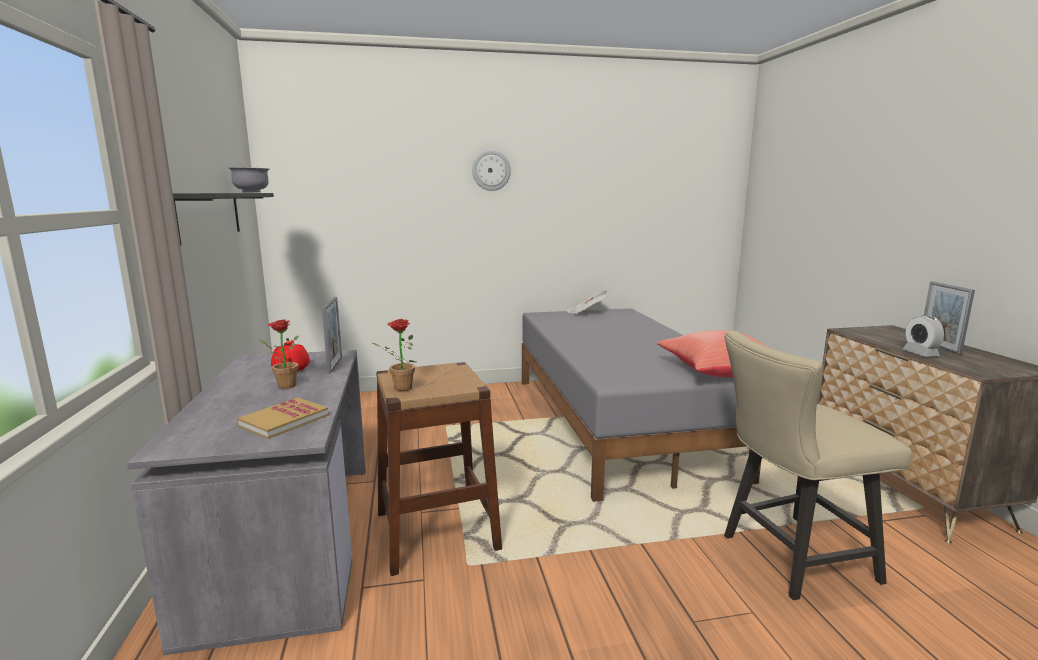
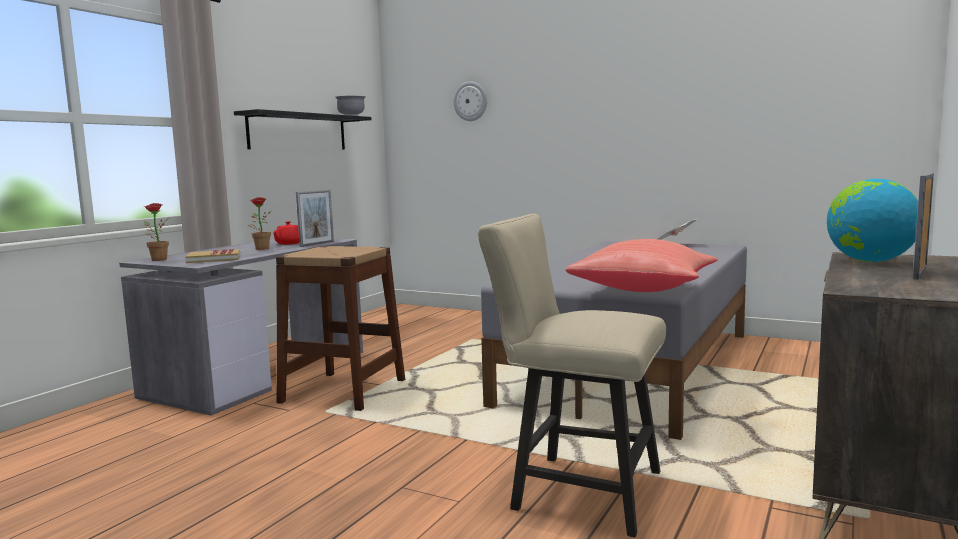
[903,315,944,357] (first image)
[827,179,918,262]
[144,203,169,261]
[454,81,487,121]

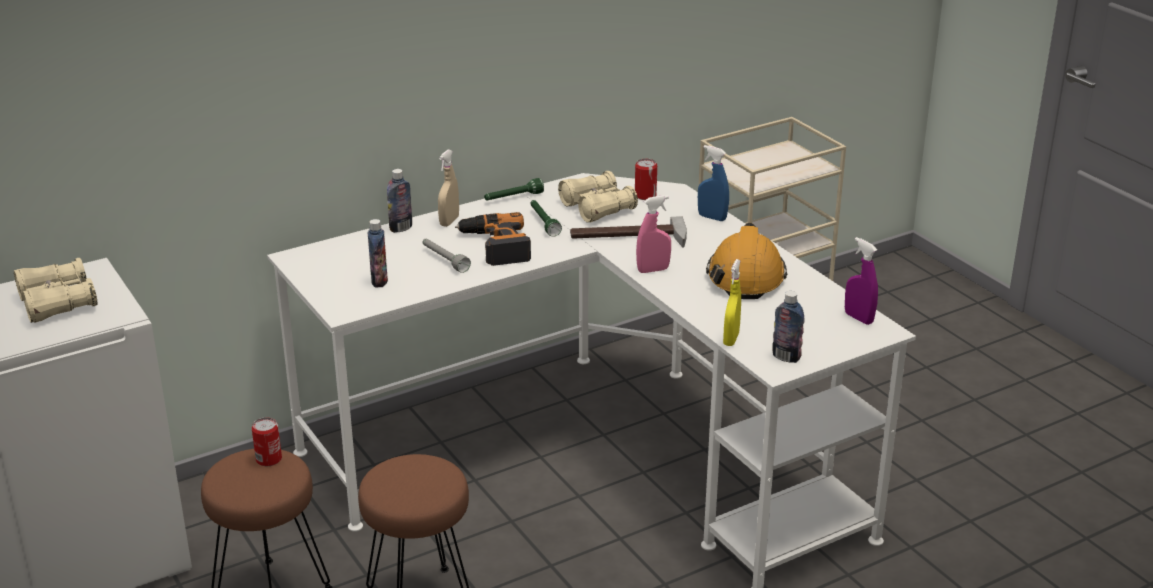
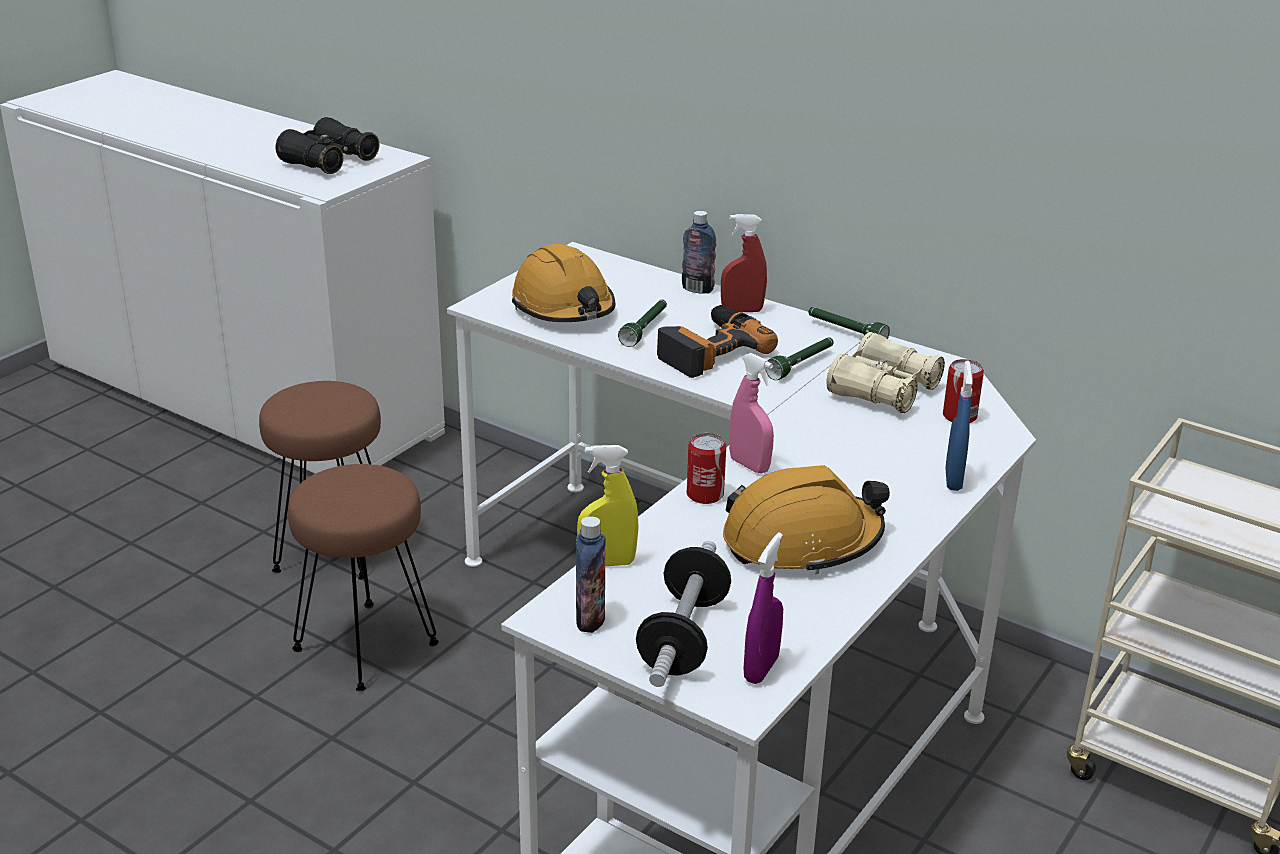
[570,216,687,247] (first image)
[636,541,731,687]
[687,433,726,504]
[512,244,616,322]
[276,117,379,174]
[618,300,667,347]
[721,214,767,312]

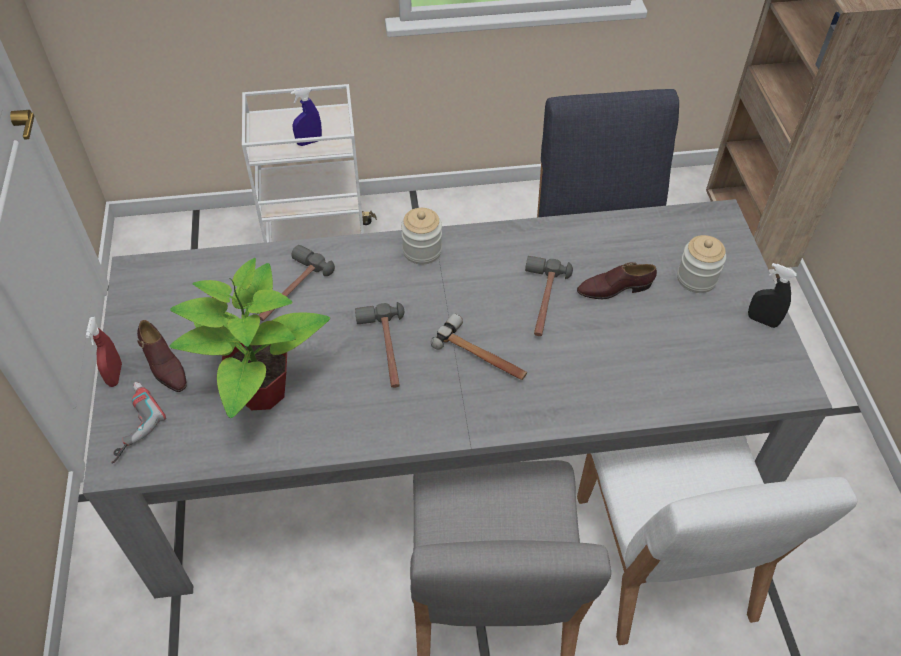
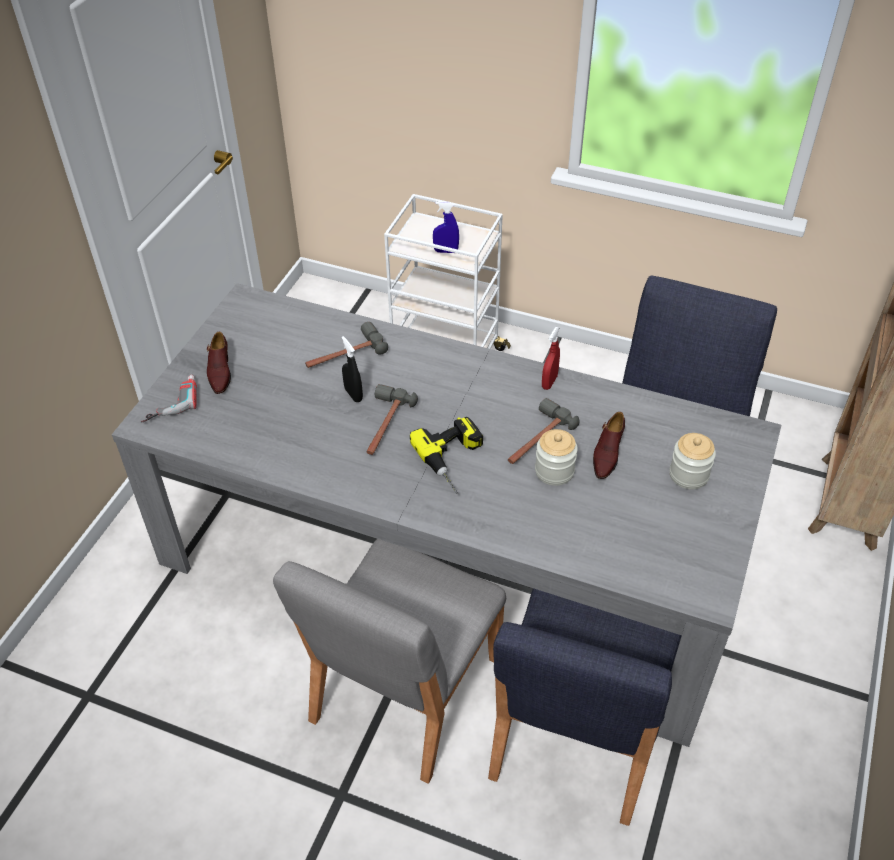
[169,258,330,418] (first image)
[542,327,560,390]
[535,429,578,486]
[342,336,363,402]
[410,417,483,494]
[488,588,682,826]
[593,412,625,479]

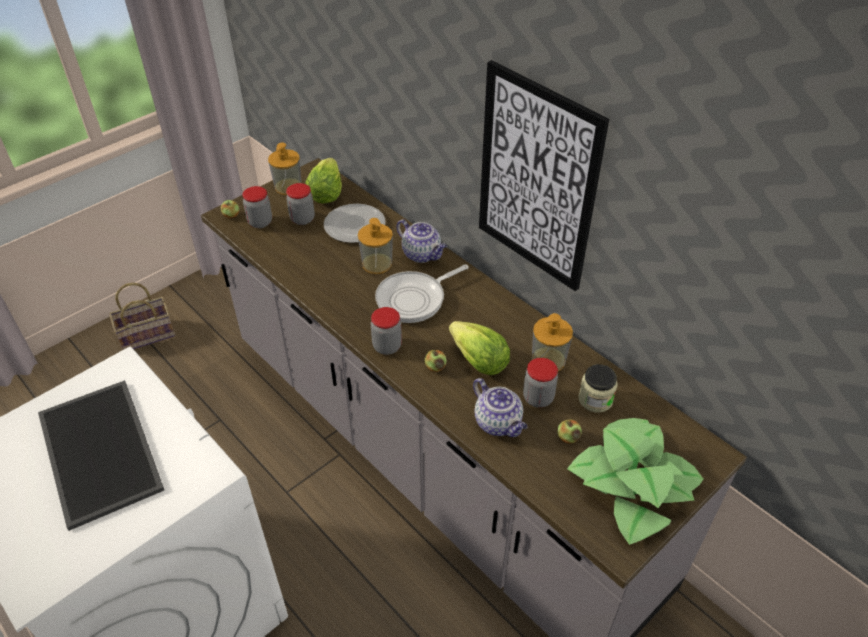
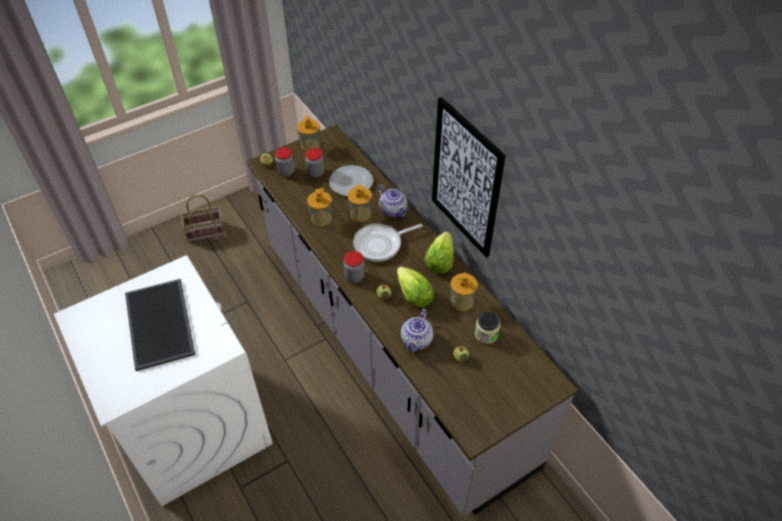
[523,358,558,408] (first image)
[567,418,703,545] (first image)
[307,188,332,227]
[424,232,454,273]
[401,309,433,353]

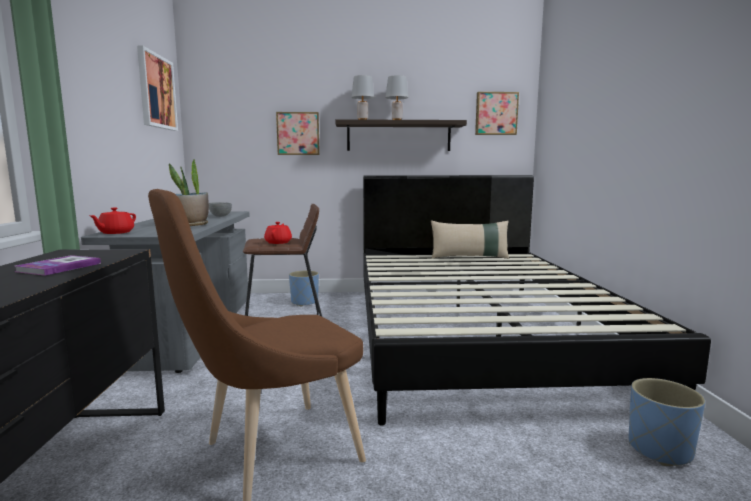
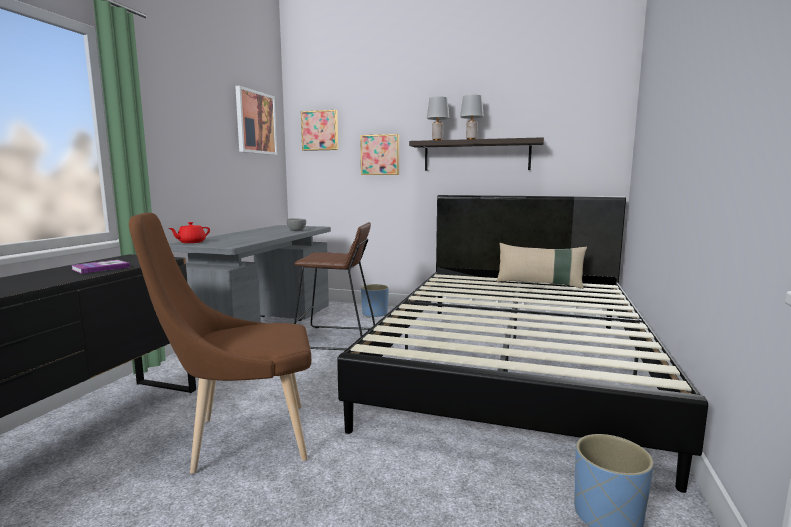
[169,158,209,226] (first image)
[264,222,292,244] (first image)
[301,110,338,151]

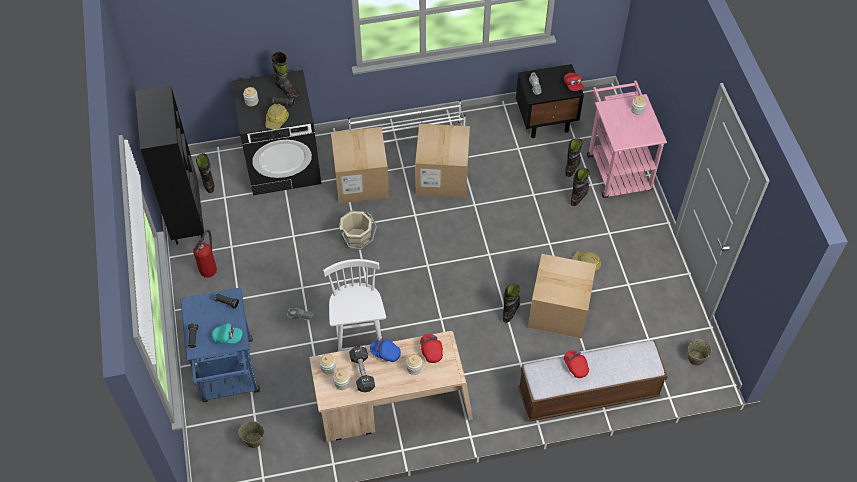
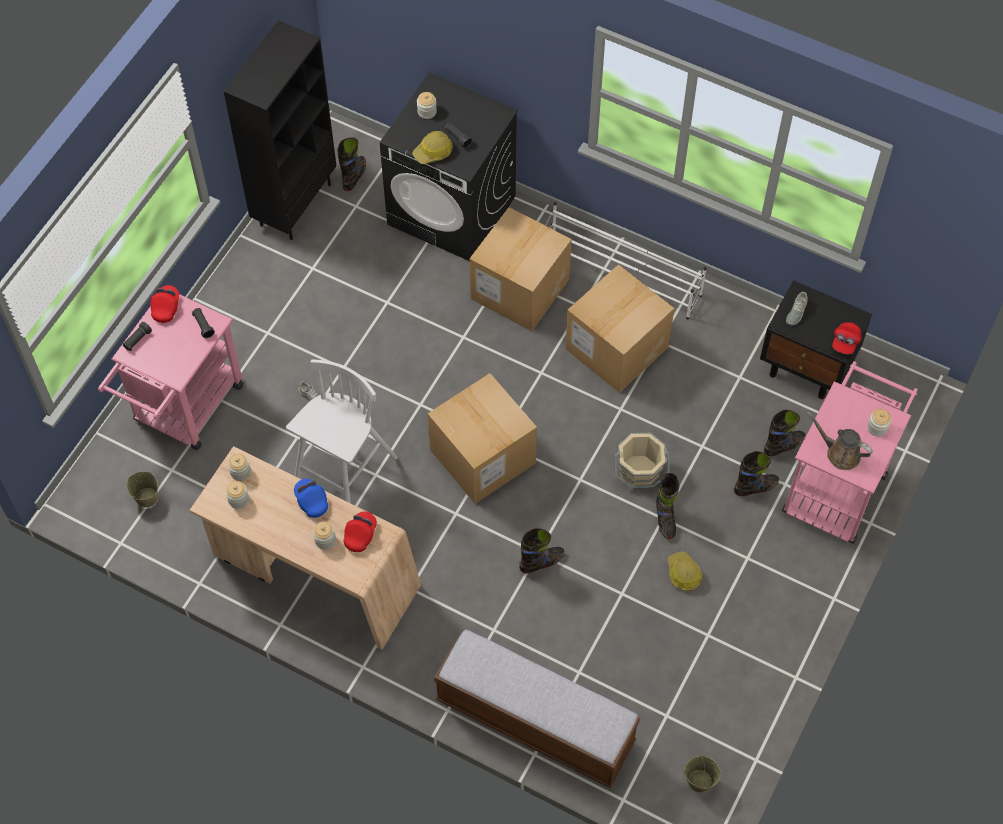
[193,230,217,278] (first image)
[212,323,242,344] (first image)
[349,346,375,392] (first image)
[807,411,873,470]
[656,473,680,539]
[615,433,670,488]
[427,373,537,504]
[150,285,179,323]
[98,294,243,450]

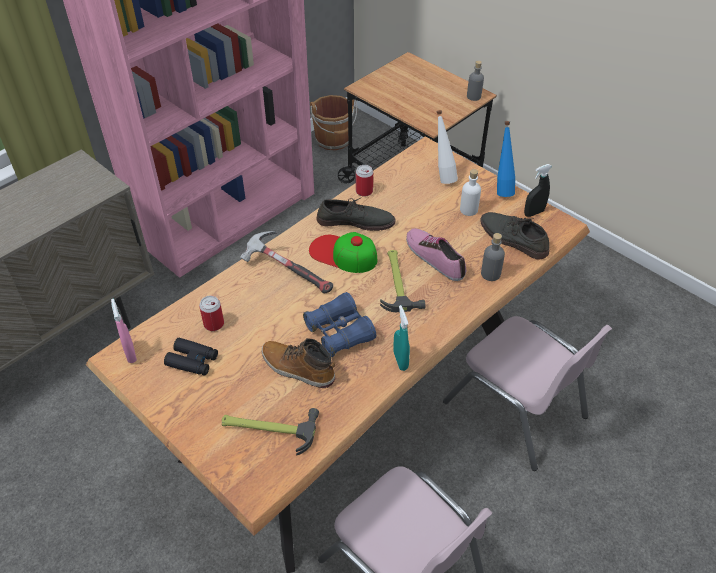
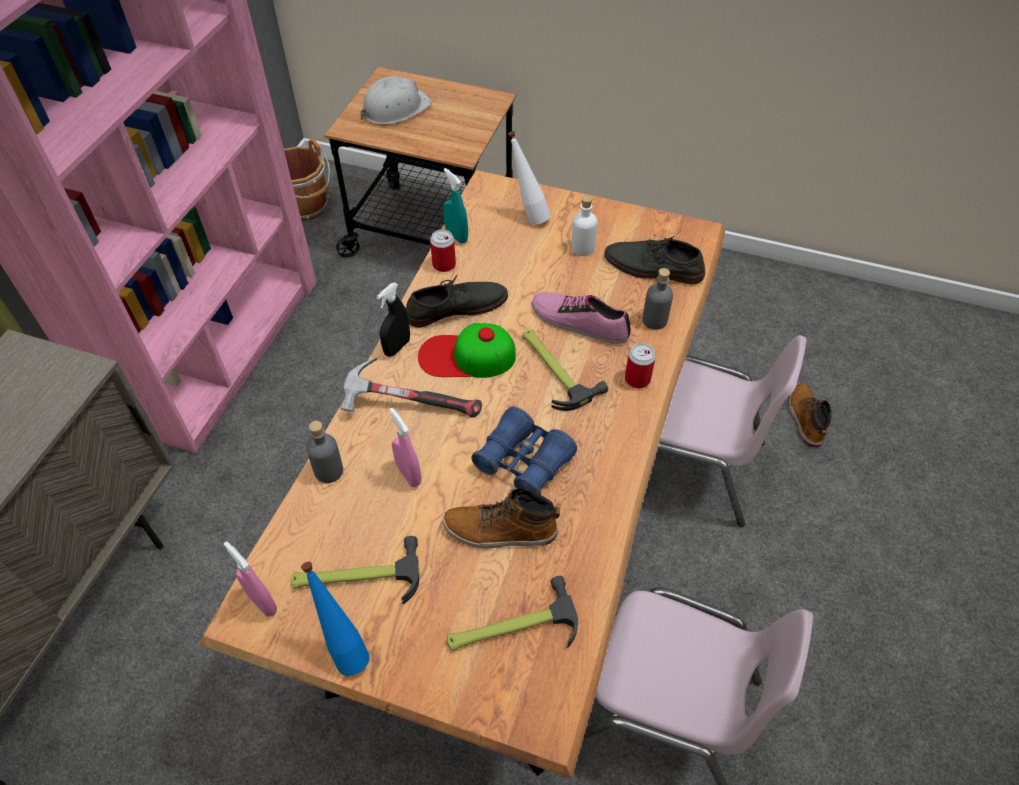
[361,76,432,125]
[389,407,422,487]
[789,383,832,447]
[625,343,656,388]
[443,168,468,244]
[306,421,343,483]
[301,562,370,676]
[377,282,410,357]
[290,536,419,604]

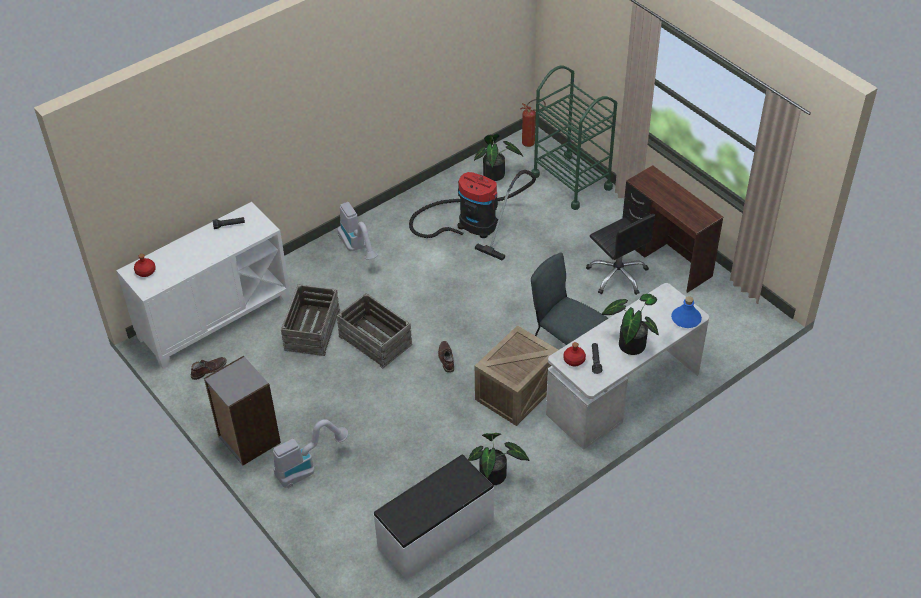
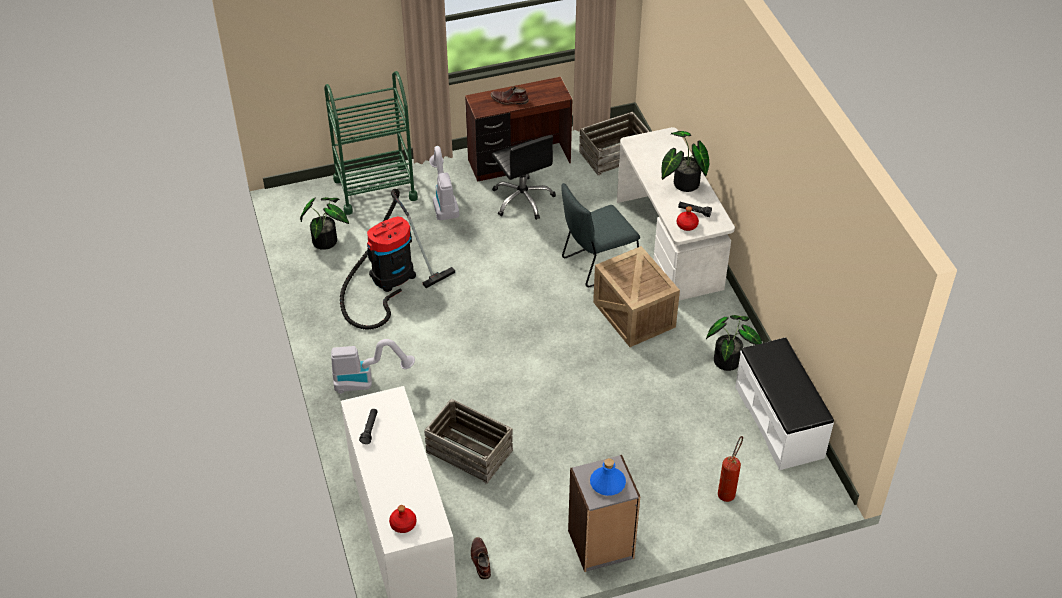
[429,146,459,220]
[579,112,650,175]
[491,86,529,105]
[718,436,743,502]
[590,458,626,496]
[492,135,556,220]

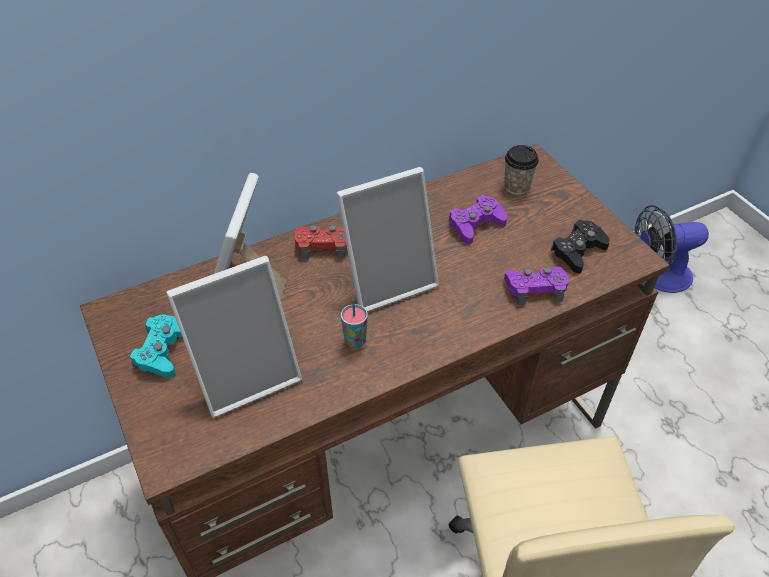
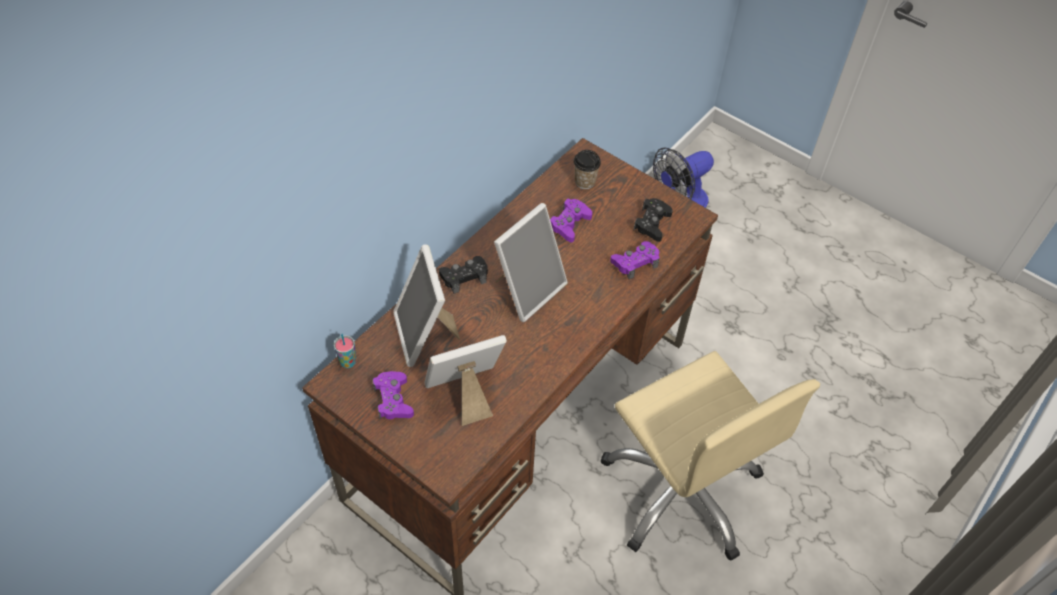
[334,334,356,368]
[372,371,414,419]
[439,256,488,294]
[425,335,507,426]

